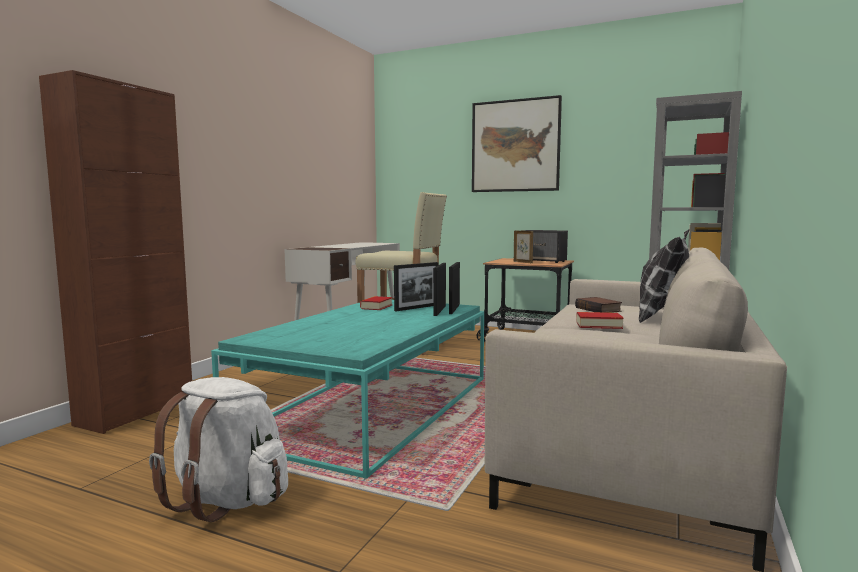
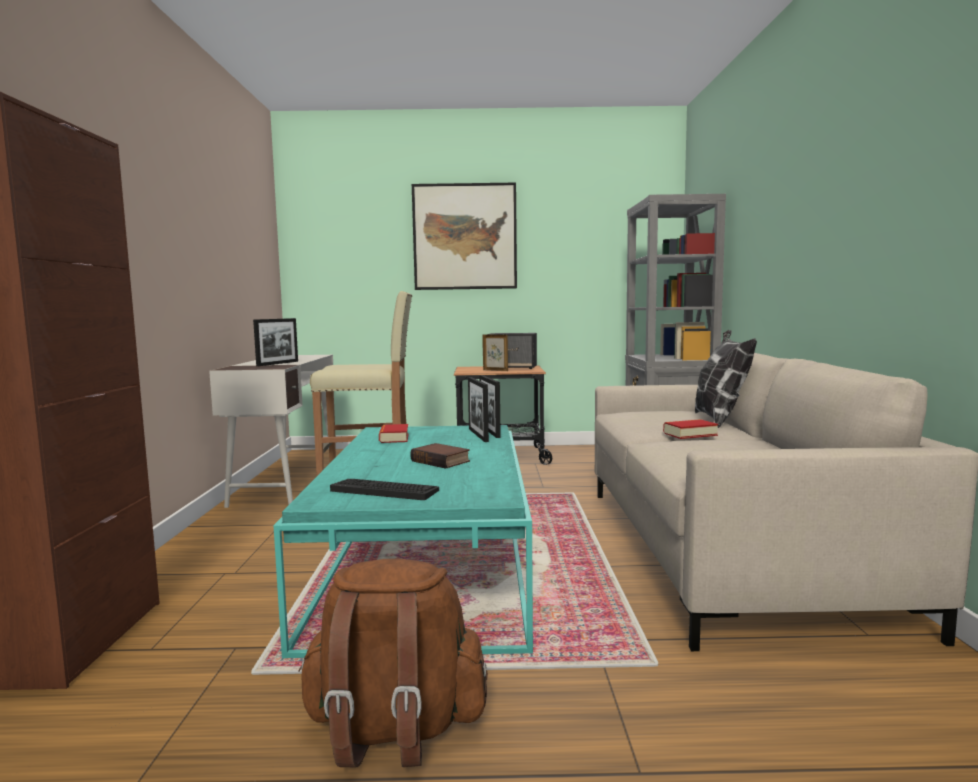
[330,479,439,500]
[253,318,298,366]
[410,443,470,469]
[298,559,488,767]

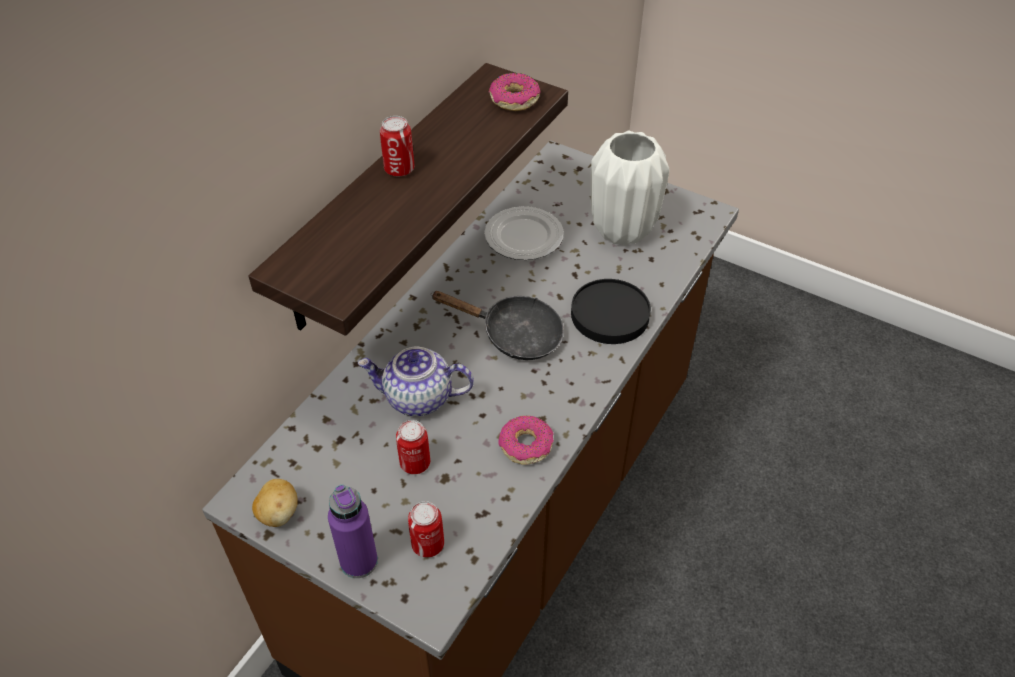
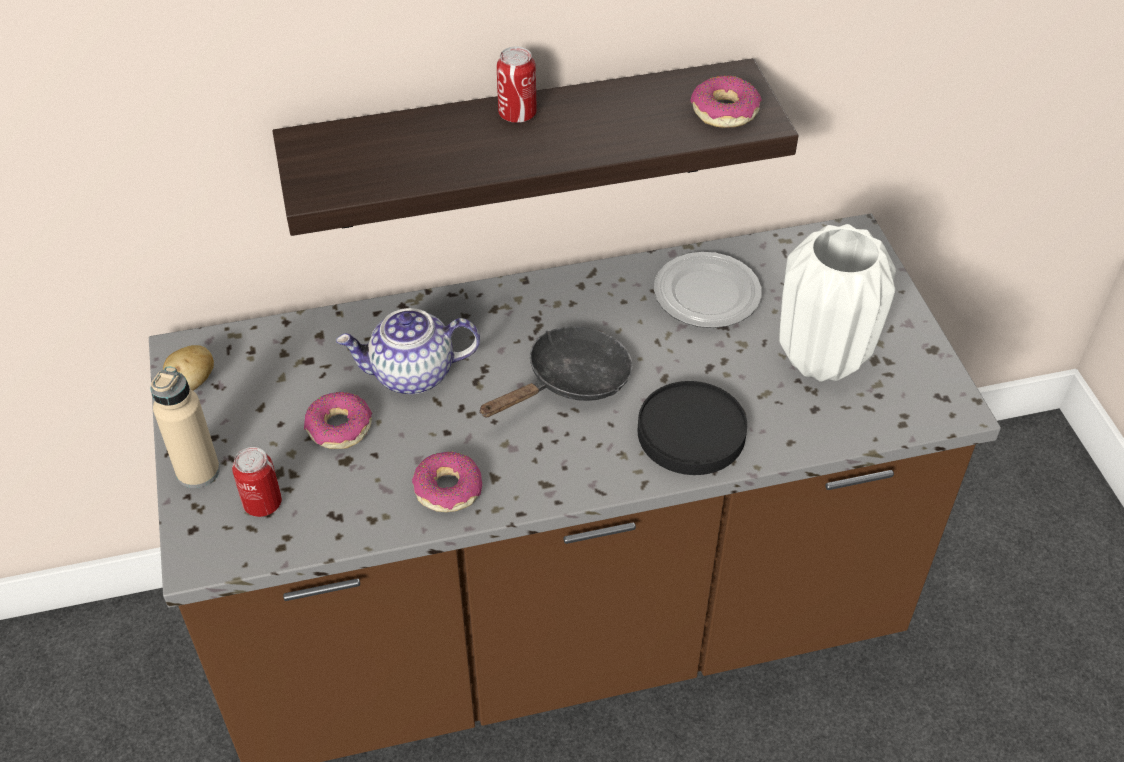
[304,392,372,449]
[150,366,220,488]
[336,308,480,394]
[479,326,633,417]

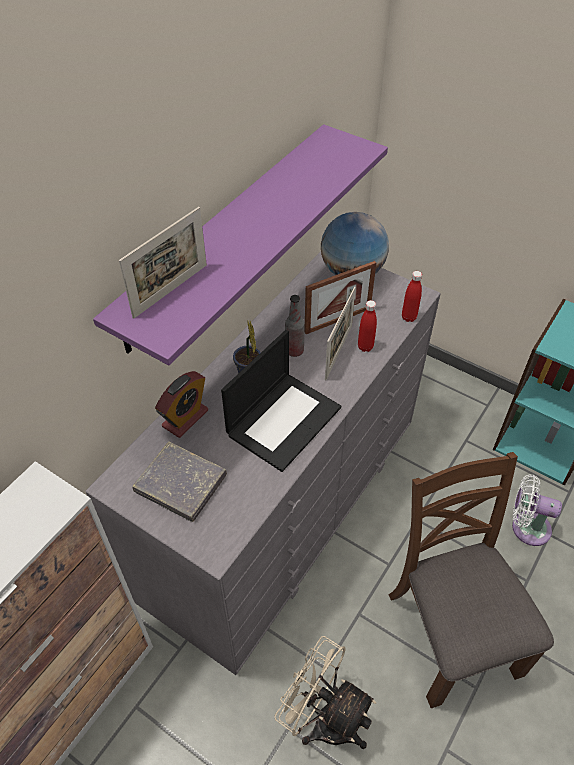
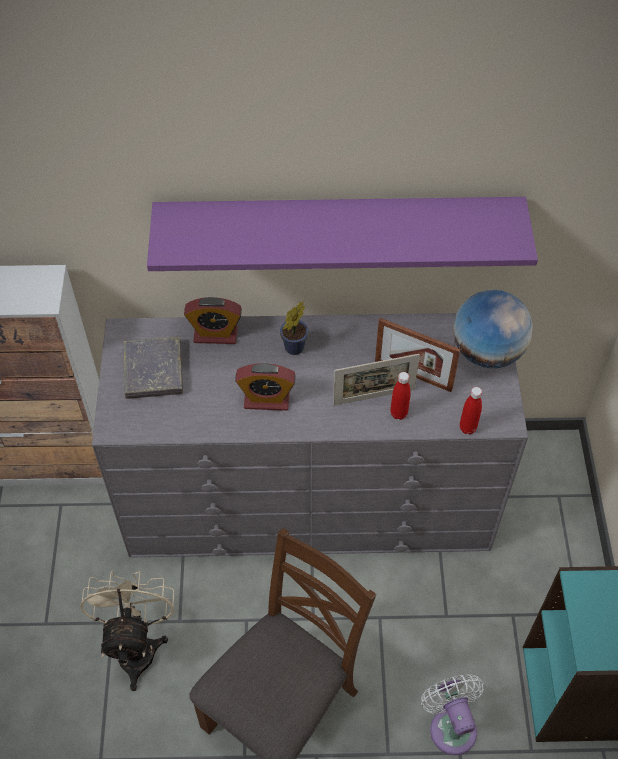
[119,207,207,319] (first image)
[285,295,305,357] (first image)
[235,363,296,411]

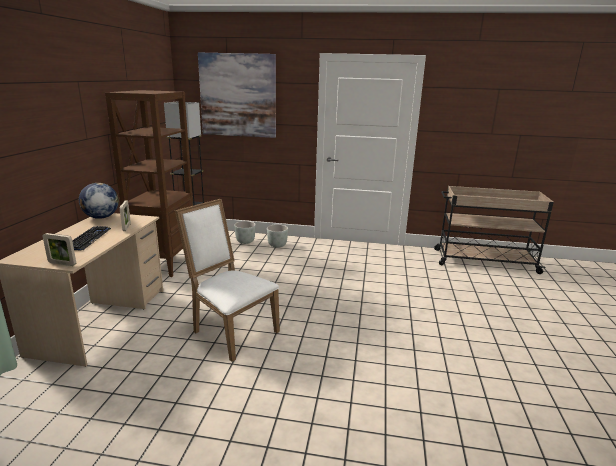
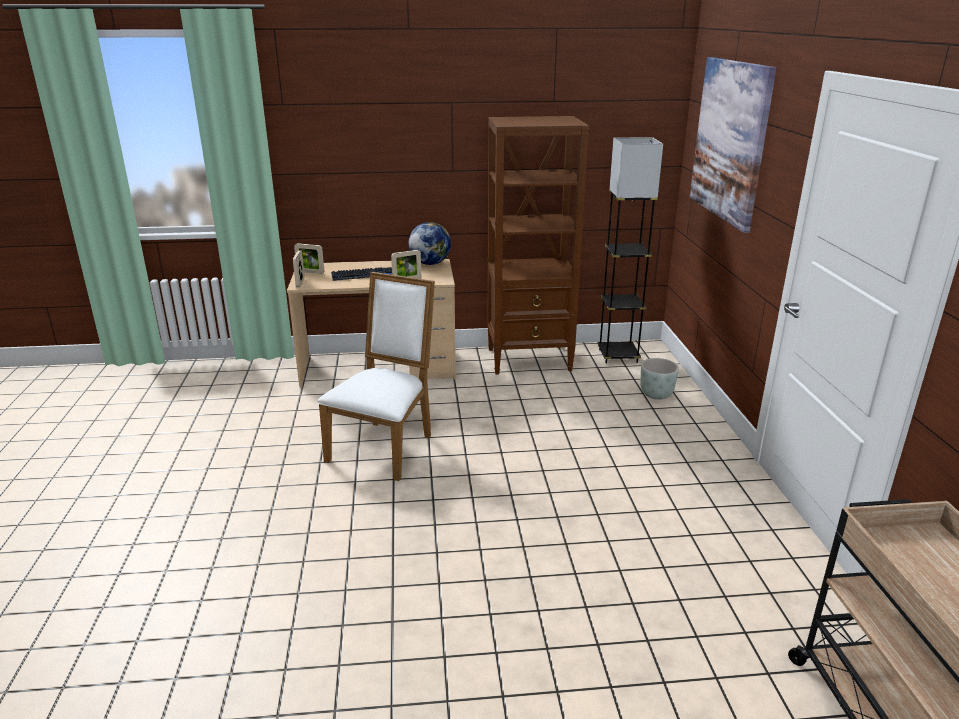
[267,224,288,248] (first image)
[294,243,324,274]

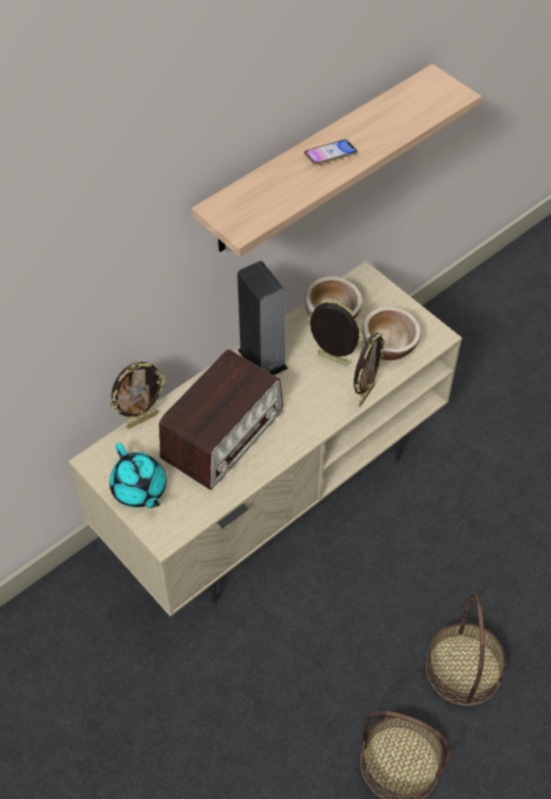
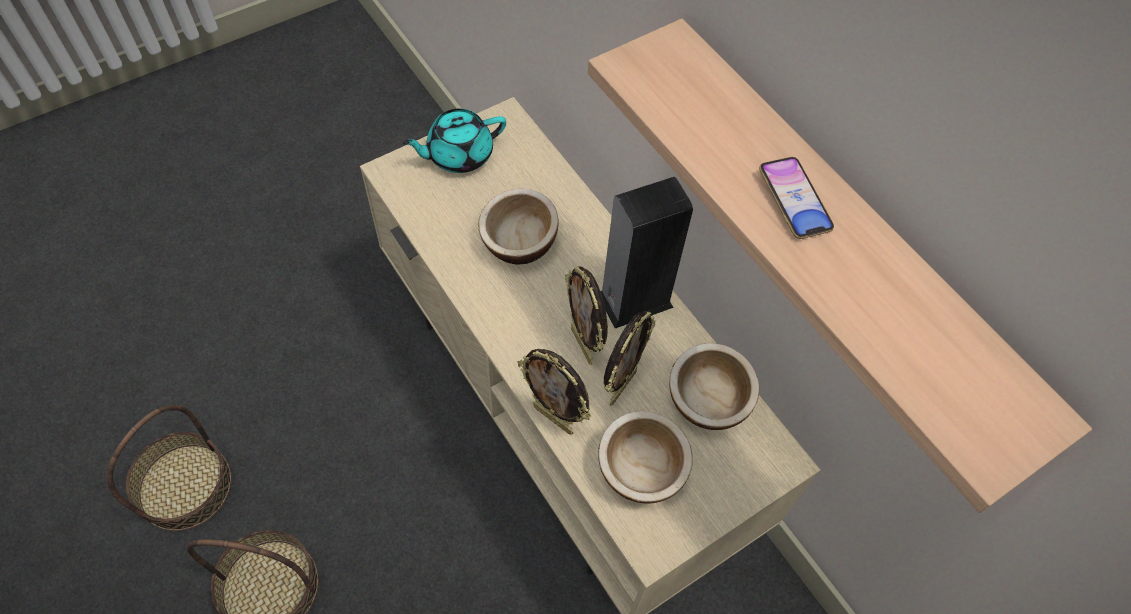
[565,266,608,365]
[479,189,559,265]

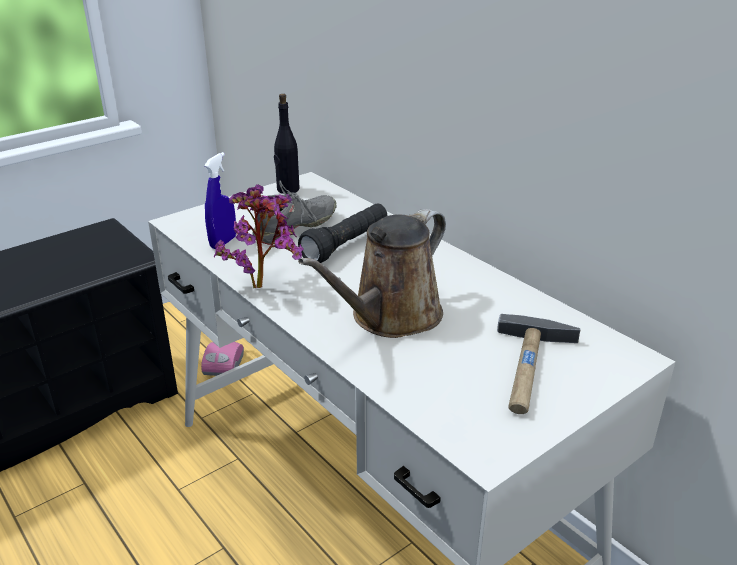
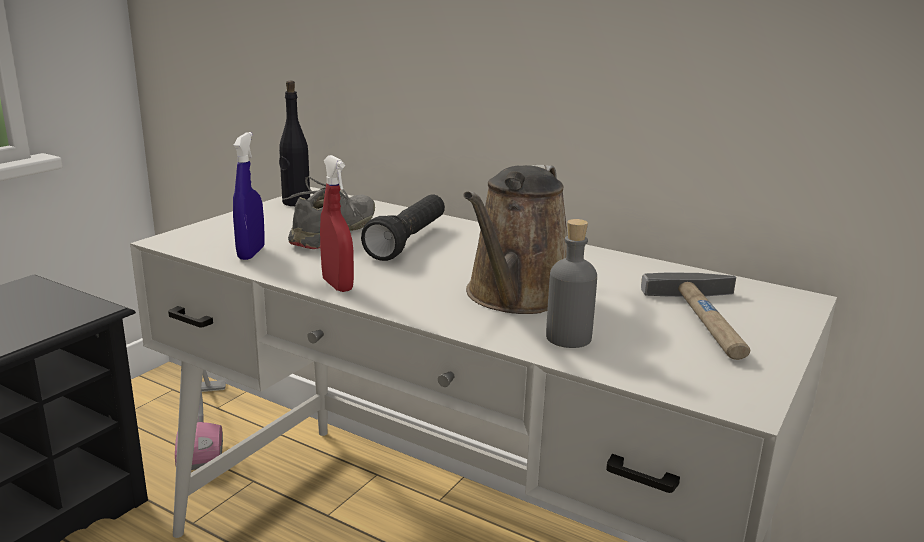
[546,219,597,348]
[320,155,354,292]

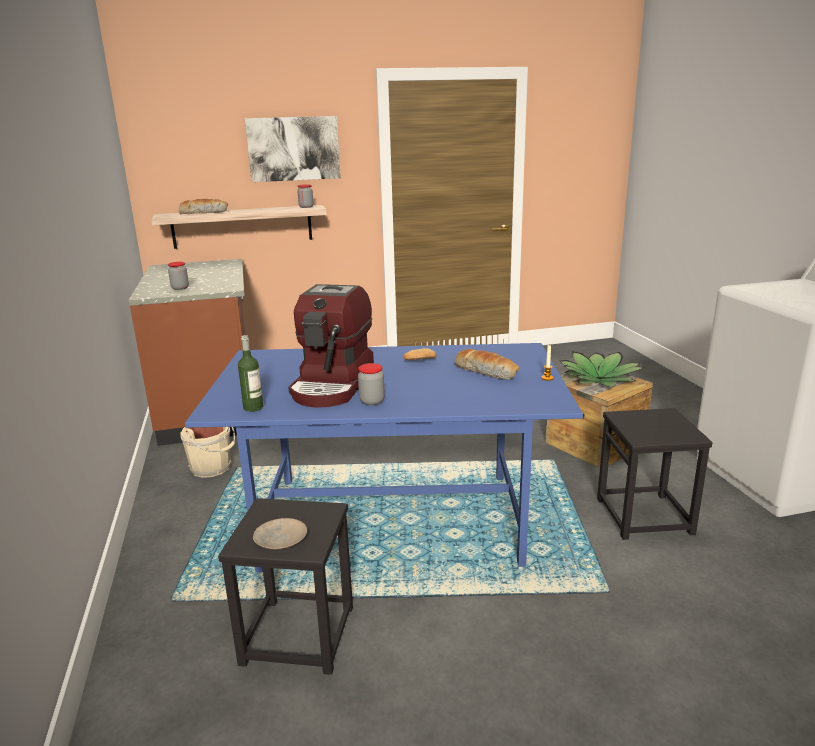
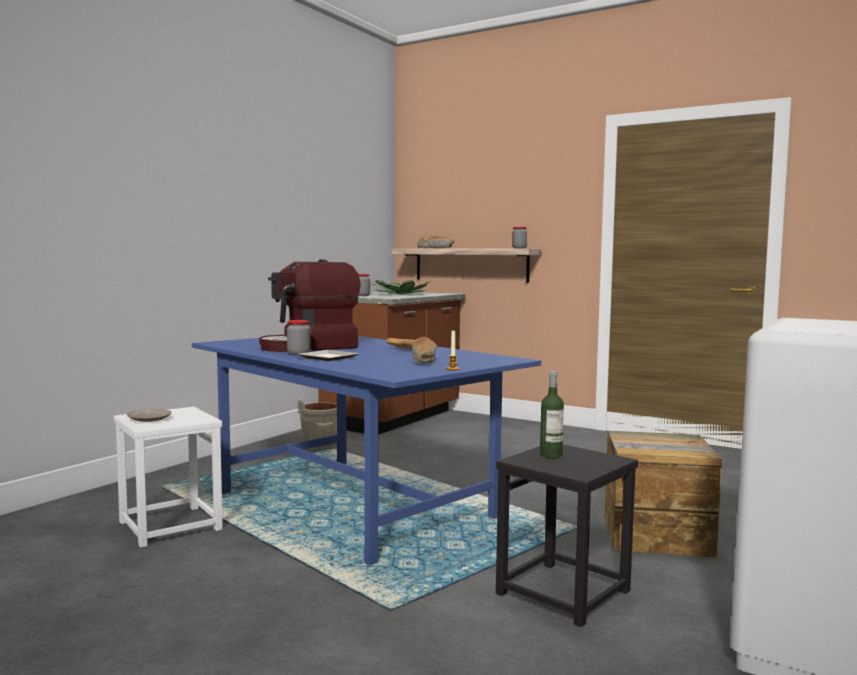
[245,116,341,182] (first image)
[298,350,359,361]
[540,371,564,458]
[371,280,431,294]
[114,407,223,548]

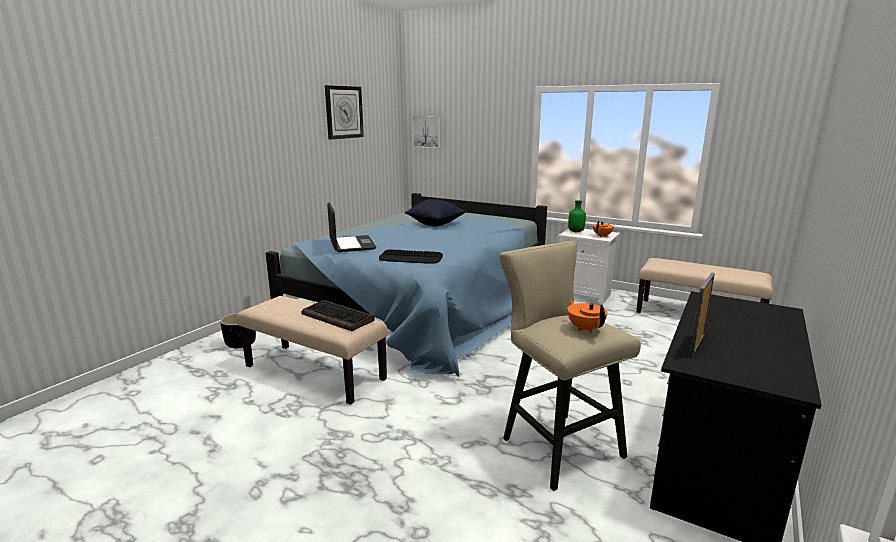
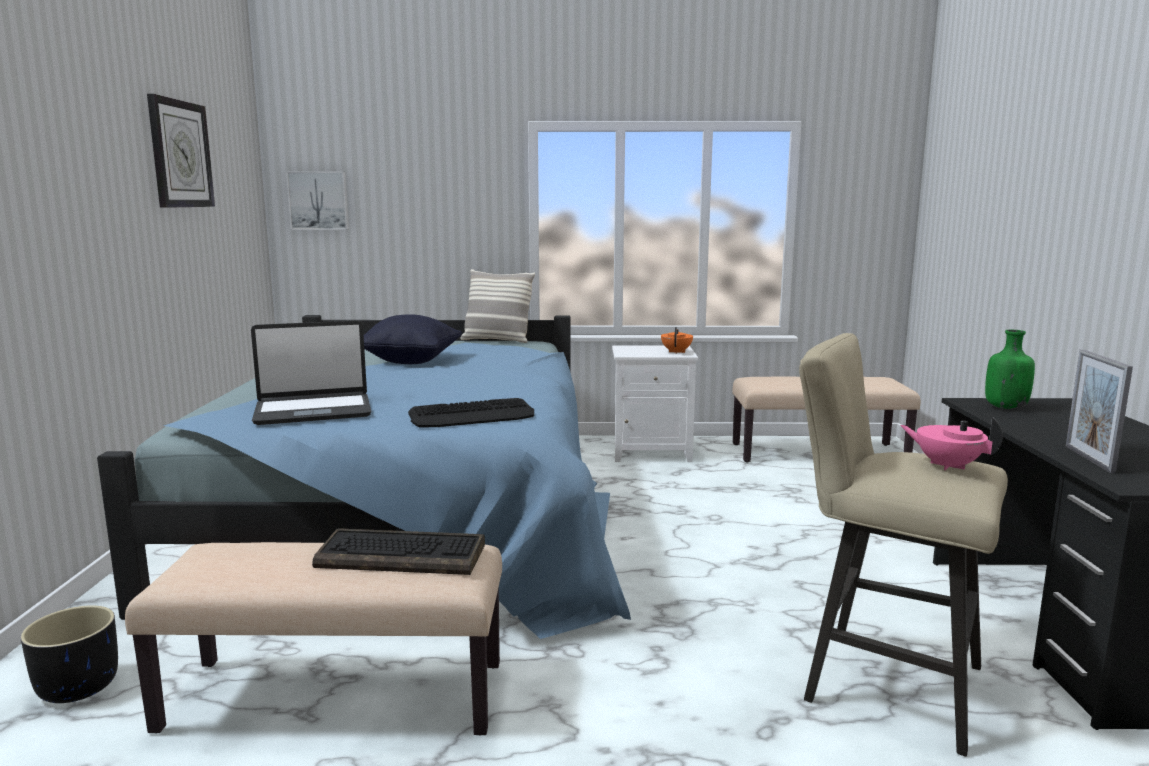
[460,269,535,343]
[985,330,1035,409]
[900,417,1003,470]
[251,320,371,425]

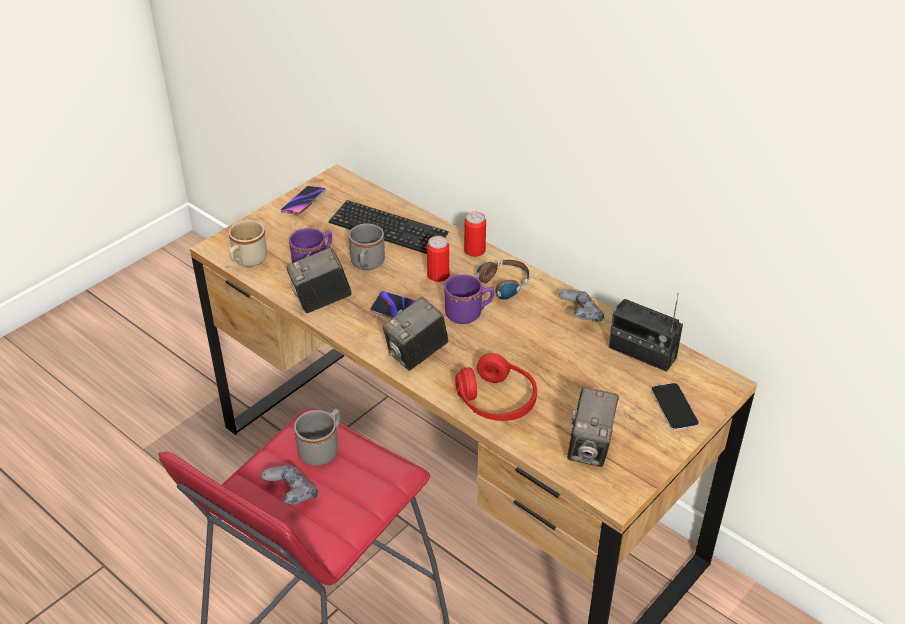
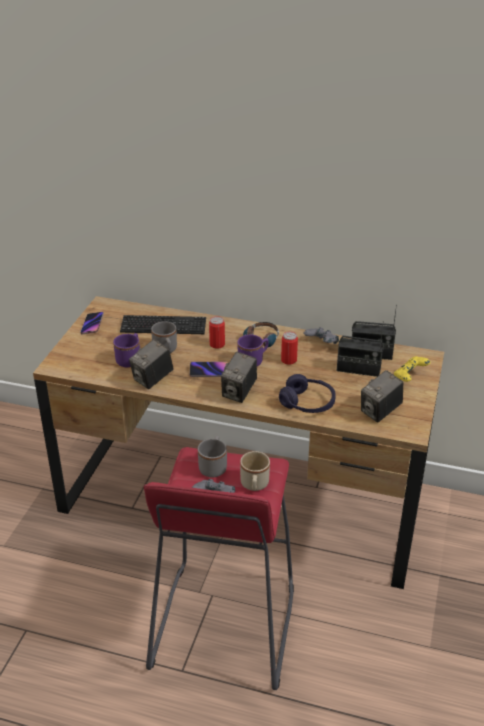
[337,321,384,377]
[240,451,270,491]
[281,331,298,365]
[394,356,431,382]
[279,374,336,413]
[361,370,403,422]

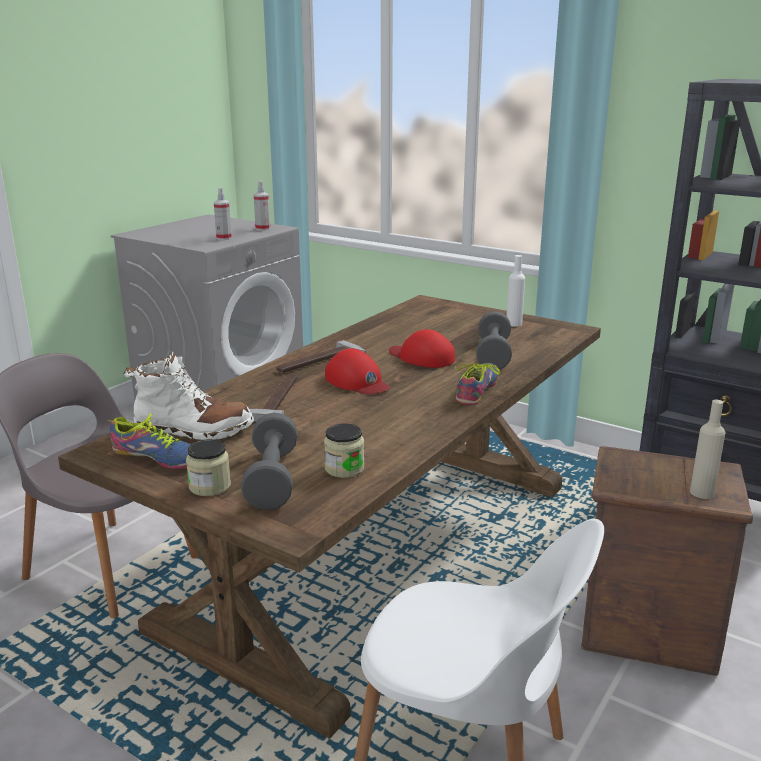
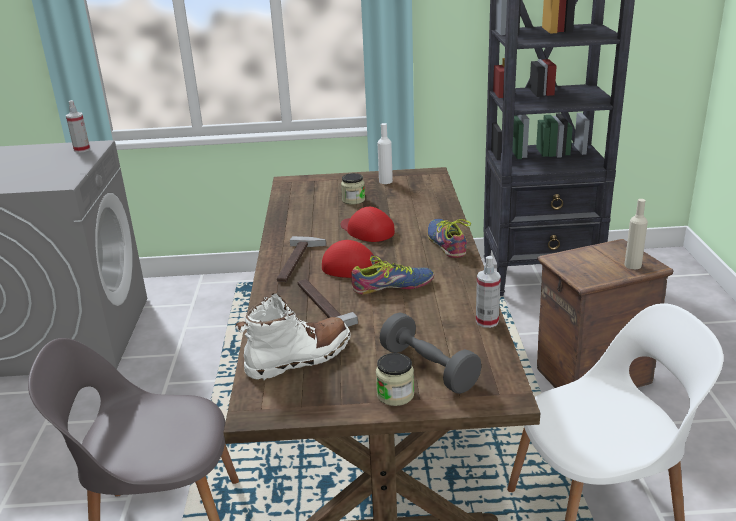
[476,311,512,370] (first image)
[351,256,434,294]
[476,256,501,328]
[341,173,365,205]
[341,207,395,242]

